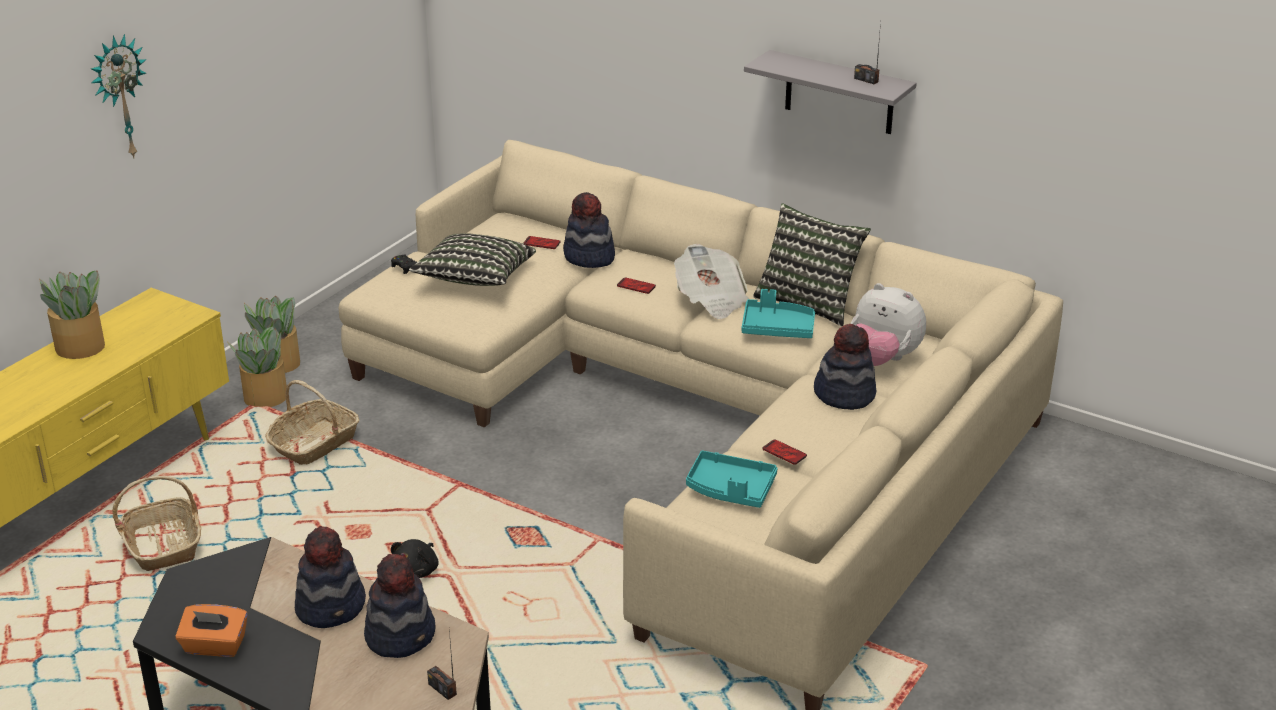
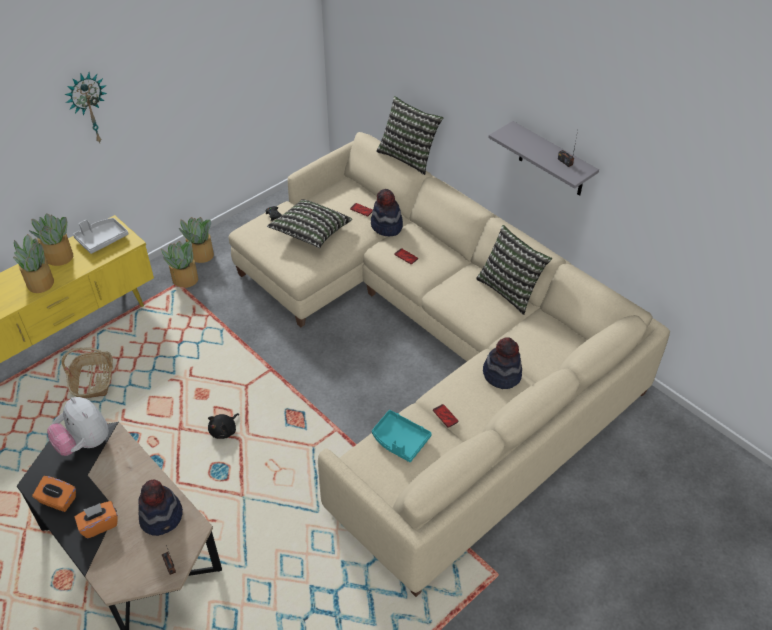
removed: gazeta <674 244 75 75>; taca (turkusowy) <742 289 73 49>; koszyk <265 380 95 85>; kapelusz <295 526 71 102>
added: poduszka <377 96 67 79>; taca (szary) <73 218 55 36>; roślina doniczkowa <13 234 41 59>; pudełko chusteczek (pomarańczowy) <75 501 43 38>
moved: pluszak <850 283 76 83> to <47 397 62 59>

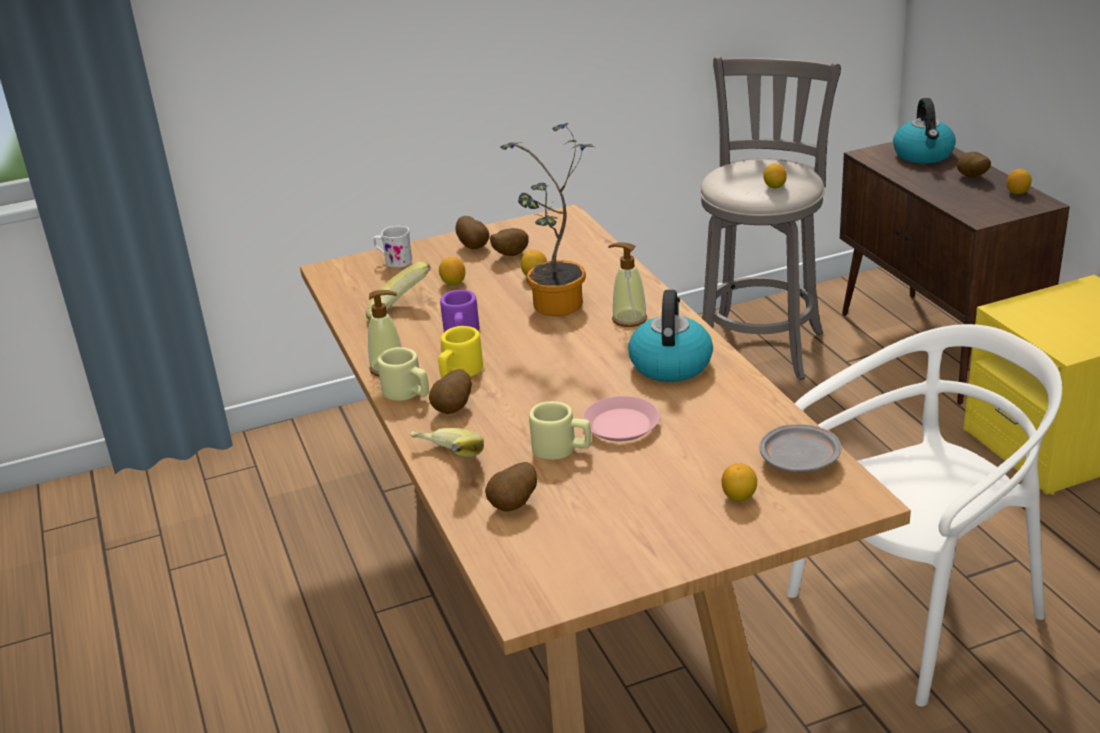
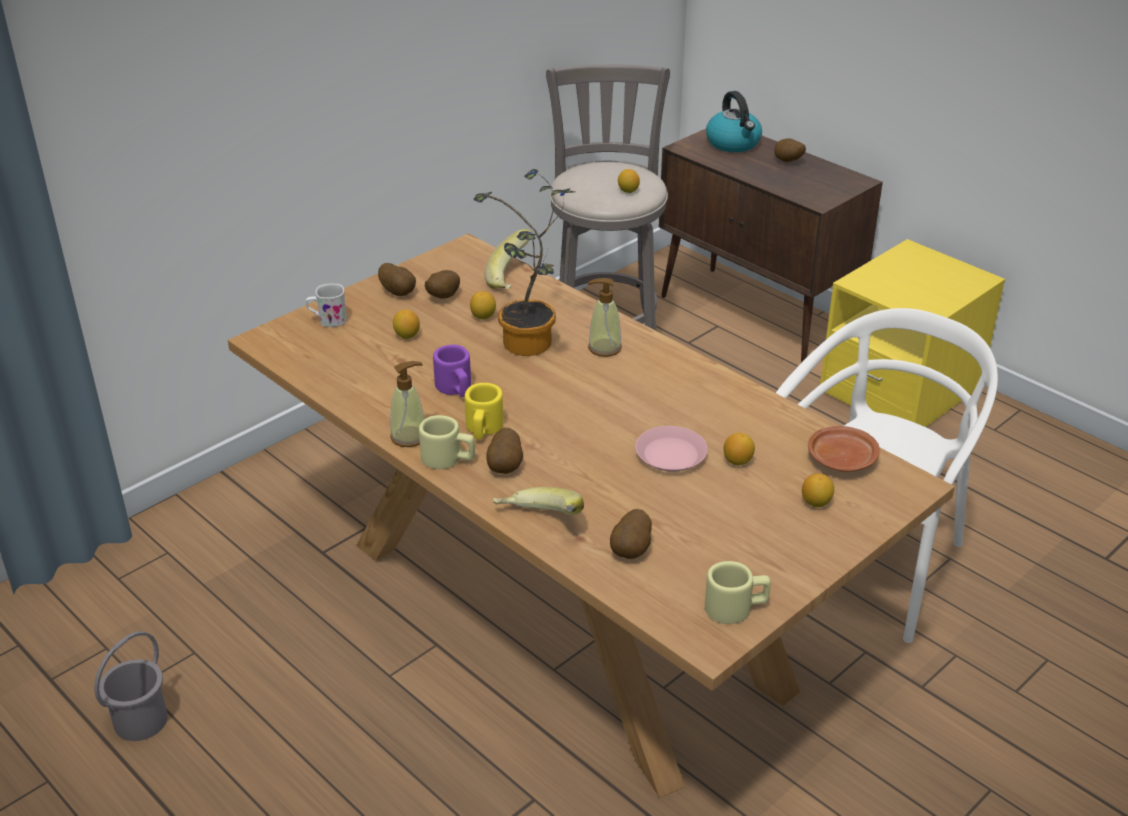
removed: czajnik <628 290 85 92>
added: wiadro (szary) <94 631 74 110>
moved: cytryna <1007 169 25 25> to <724 433 31 32>; banan <366 262 65 58> to <485 229 47 61>; kubek (beżowy) <529 401 62 59> to <705 561 66 63>
recoloured: talerz (szary) <759 424 82 48> to talerz (brązowy) <808 426 72 46>

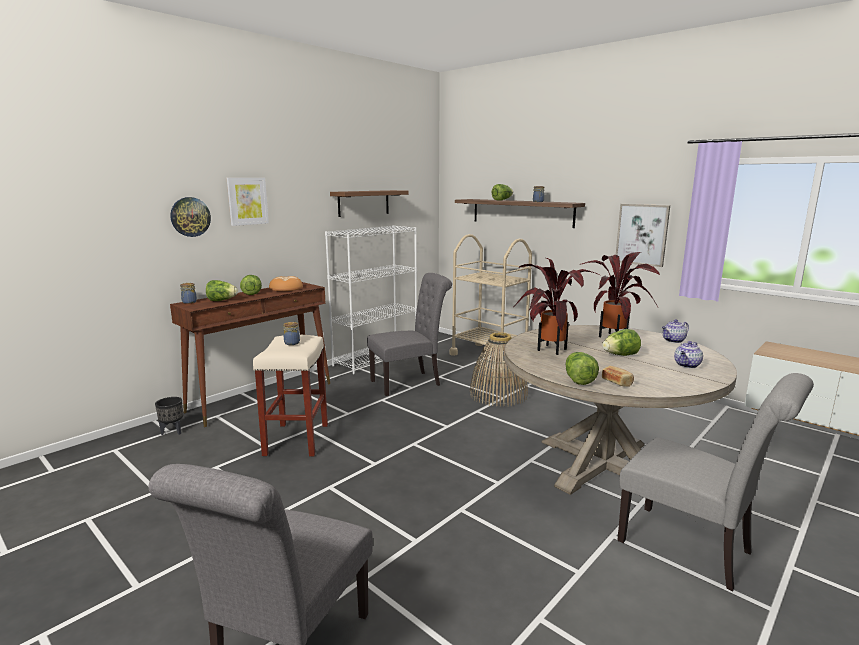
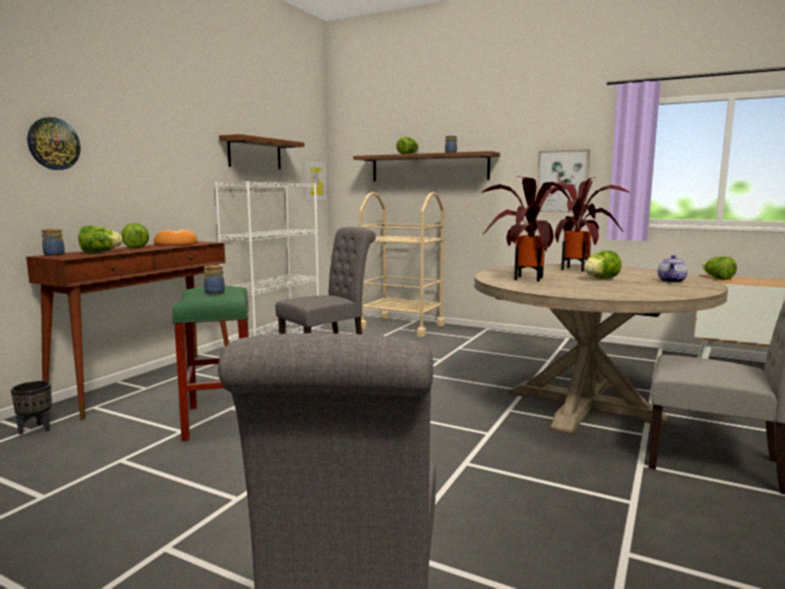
removed: imbryk <662 319 27 24>; koszyk <469 333 59 74>; chleb <602 366 32 21>
moved: obraz <227 178 42 48> to <305 161 22 40>; sałata <565 352 34 33> to <702 257 35 23>
recoloured: stołek (beżowy) <253 335 75 121> to stołek (zielony) <172 286 77 155>

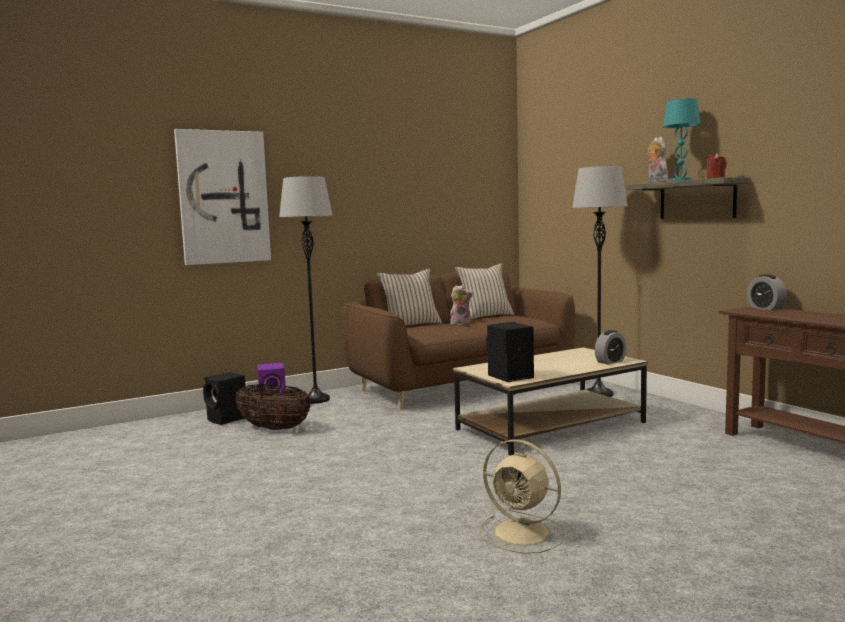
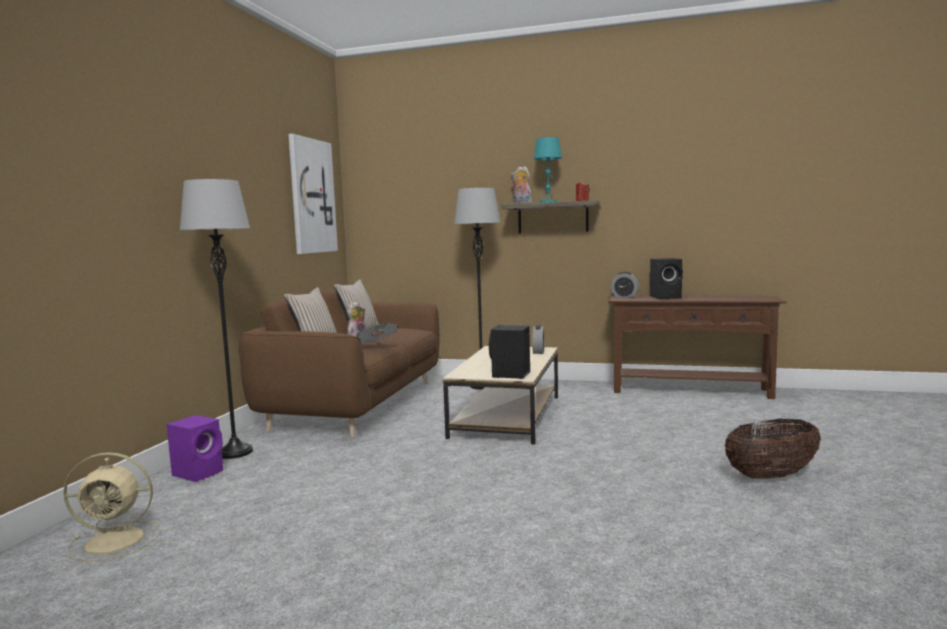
added: gazeta <356 323 41 20>
moved: obraz <174 129 97 136> to <288 134 50 120>; głośnik (czarny) <203 372 43 53> to <650 258 33 41>; koszyk <235 384 76 46> to <725 419 96 60>; wentylator (beżowy) <479 439 88 115> to <63 452 98 109>

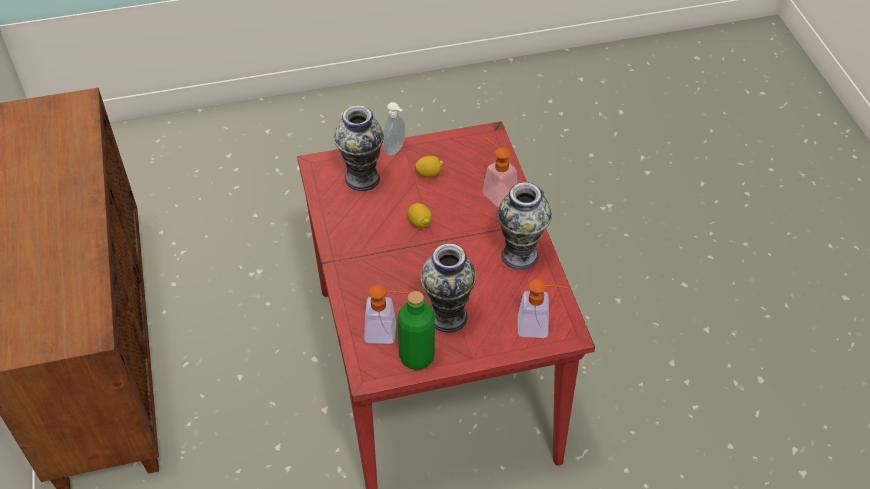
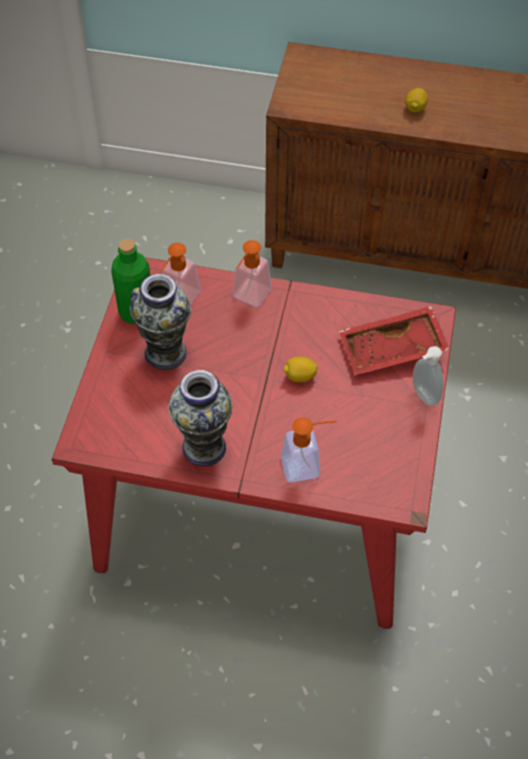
moved: cytryna <415 156 28 22> to <405 88 23 25>; dozownik mydła <518 279 50 59> to <233 240 39 67>
replaced: wazon <334 105 50 86> to taca (czerwony) <339 306 111 69>

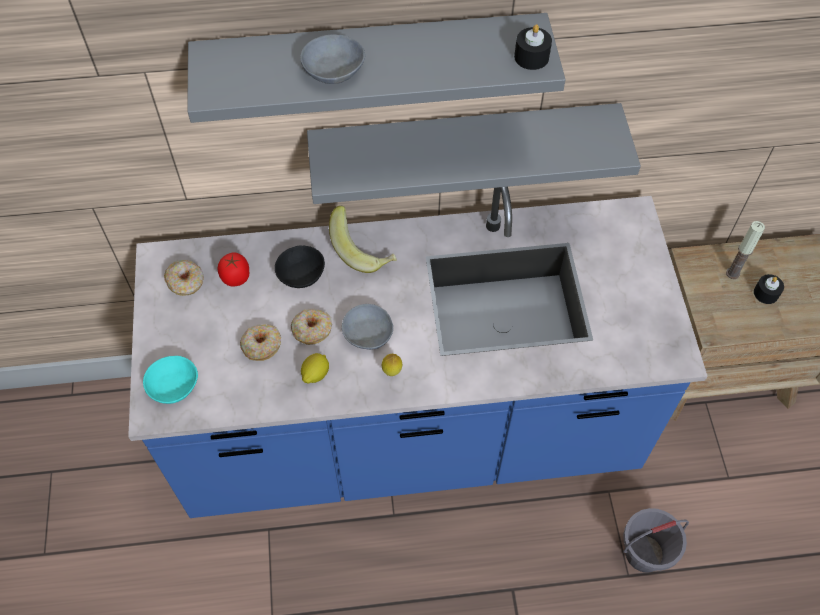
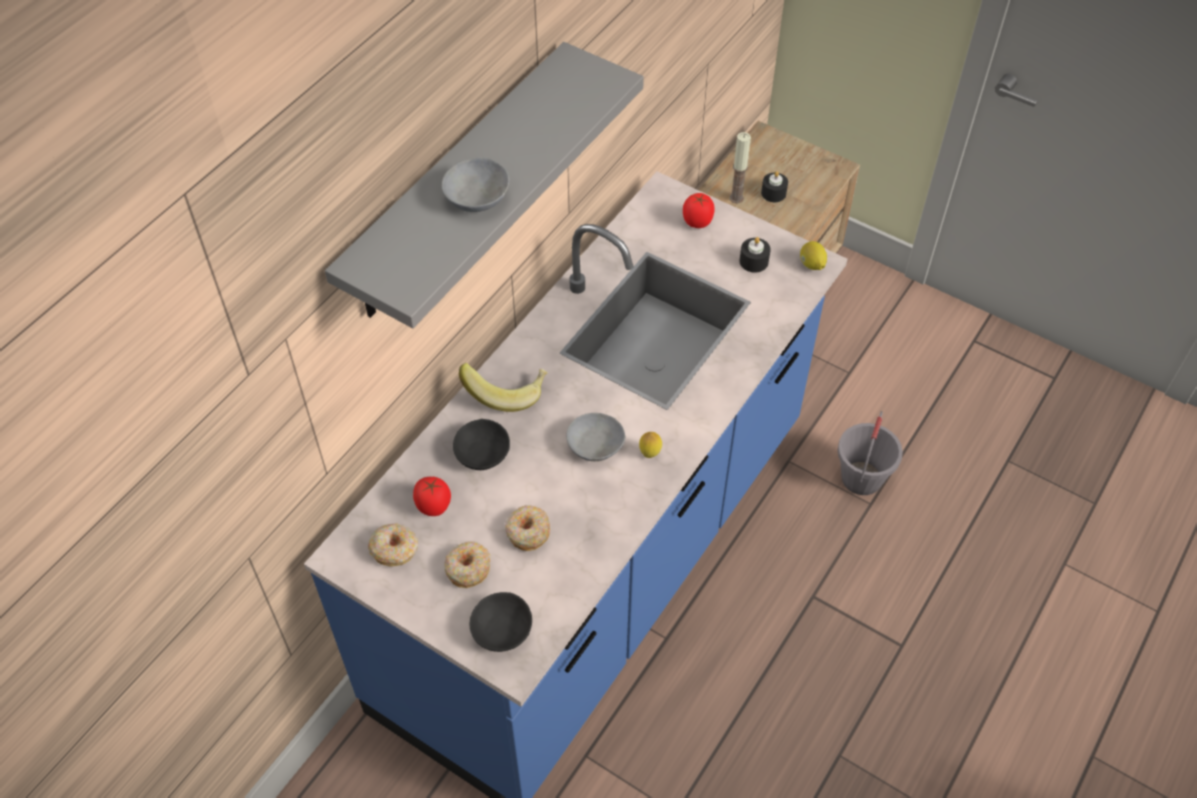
removed: półka (szary) <307 103 334 101>
added: pomidor <683 193 32 35>
moved: świeca (czarny) <514 24 38 46> to <739 237 32 36>; donut <291 308 41 37> to <444 542 47 46>; cytryna <301 353 28 31> to <800 241 27 29>
recoloured: miska (turkusowy) <143 356 55 48> to miska (czarny) <470 592 62 60>

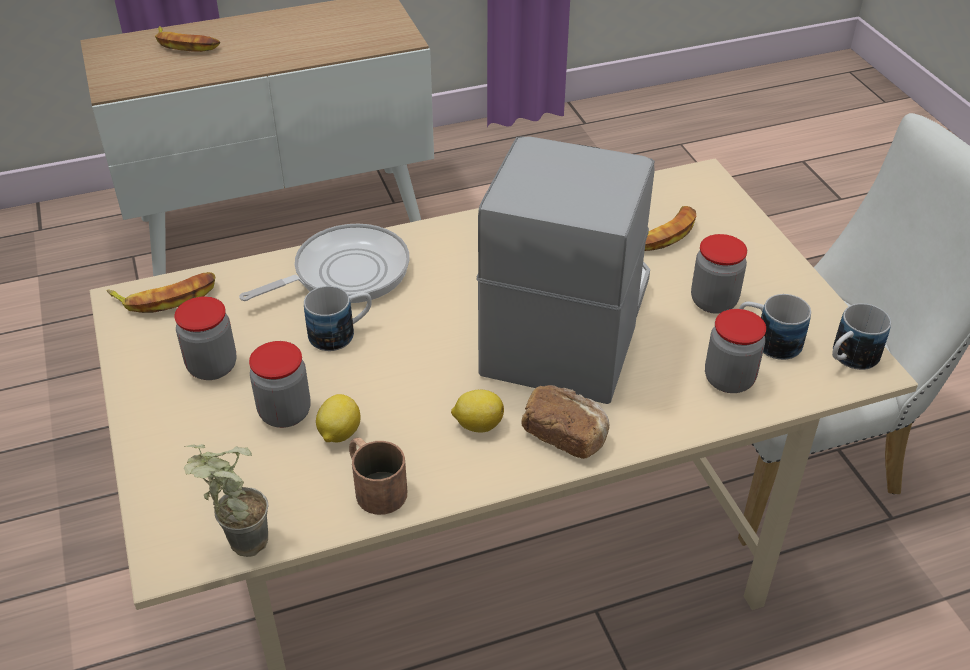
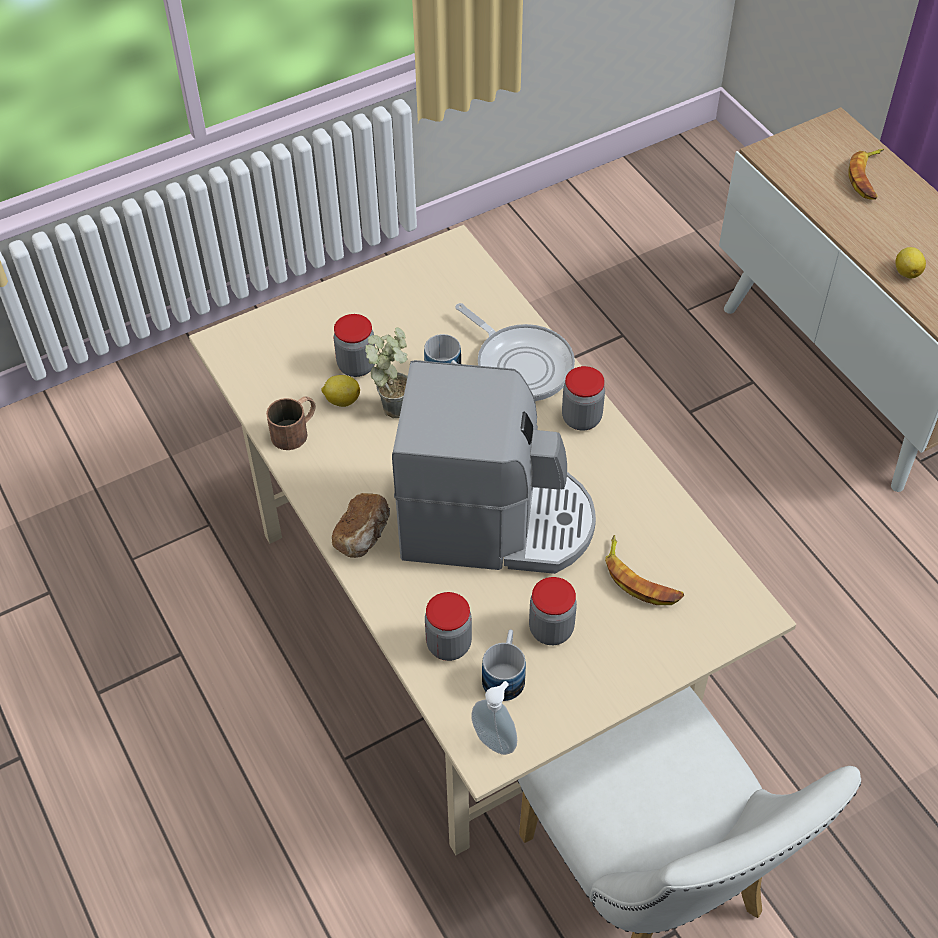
removed: banan <107 272 108 41>
moved: słoik <175 296 62 84> to <562 366 43 65>; cytryna <451 390 53 43> to <896 247 30 31>; roślina doniczkowa <184 444 84 113> to <365 327 43 91>
replaced: kubek <832 303 59 67> to dozownik mydła <471 681 46 74>

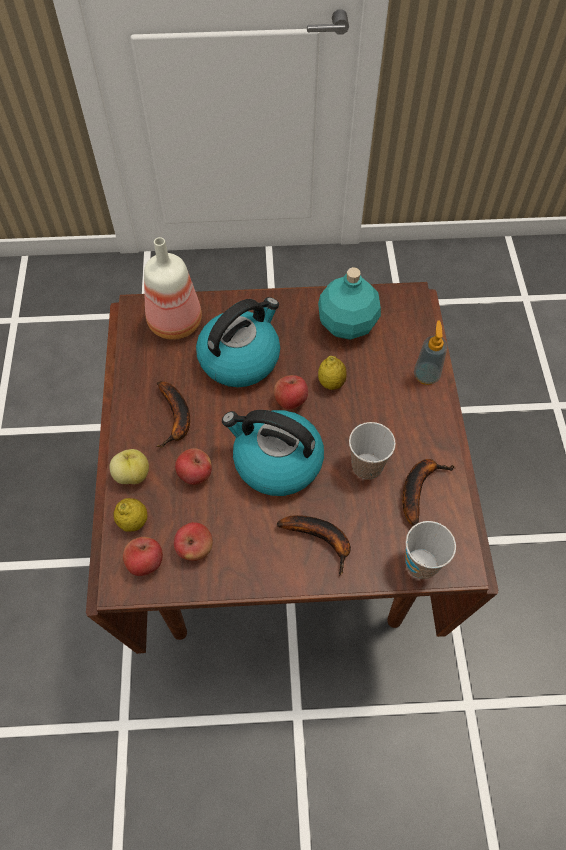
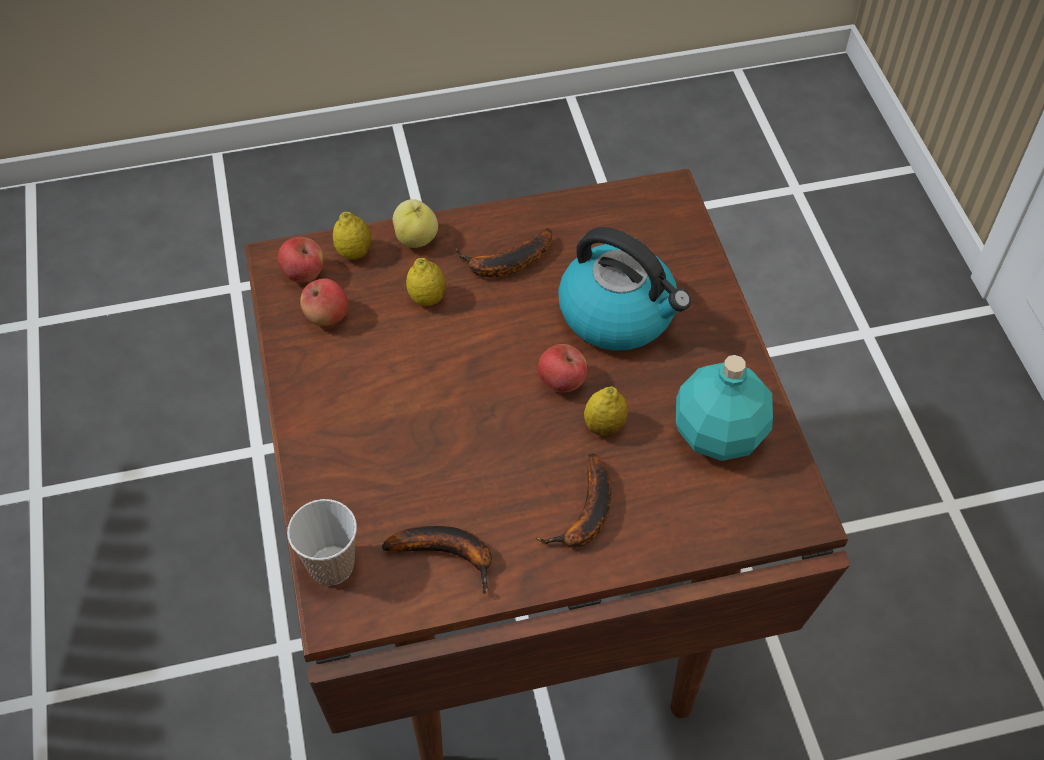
removed: butelka <144 237 58 103>; dozownik mydła <414 320 34 65>; czajnik <222 410 102 86>; filiżanka <349 422 47 58>
moved: banan <277 515 74 60> to <536 453 75 95>
replaced: jabłko <175 448 37 37> to cytryna <406 258 40 48>

